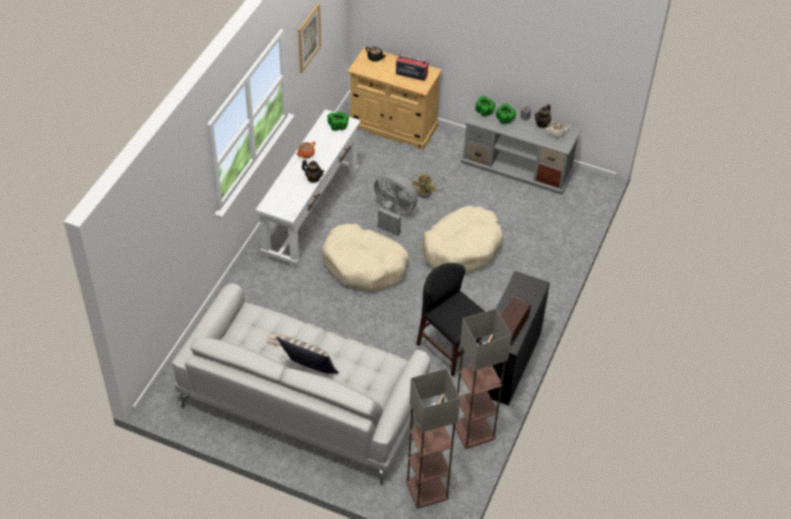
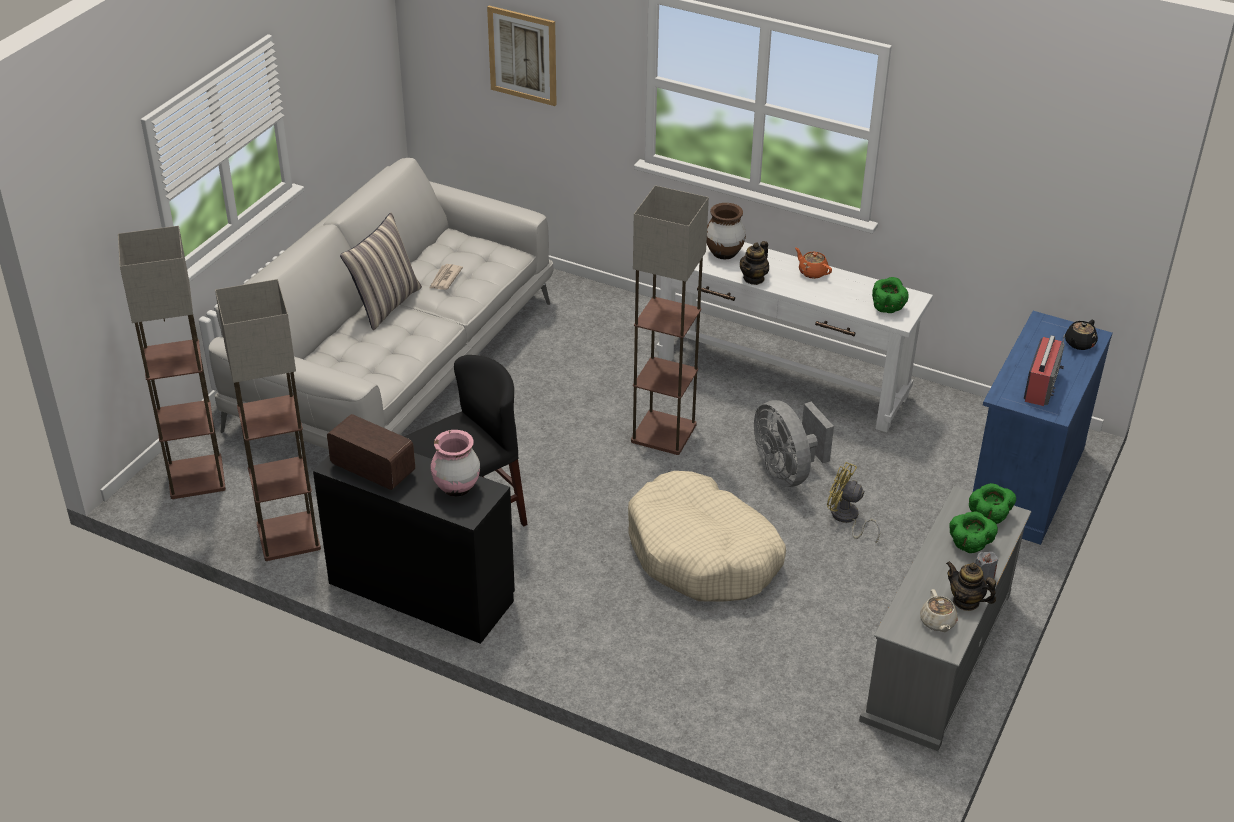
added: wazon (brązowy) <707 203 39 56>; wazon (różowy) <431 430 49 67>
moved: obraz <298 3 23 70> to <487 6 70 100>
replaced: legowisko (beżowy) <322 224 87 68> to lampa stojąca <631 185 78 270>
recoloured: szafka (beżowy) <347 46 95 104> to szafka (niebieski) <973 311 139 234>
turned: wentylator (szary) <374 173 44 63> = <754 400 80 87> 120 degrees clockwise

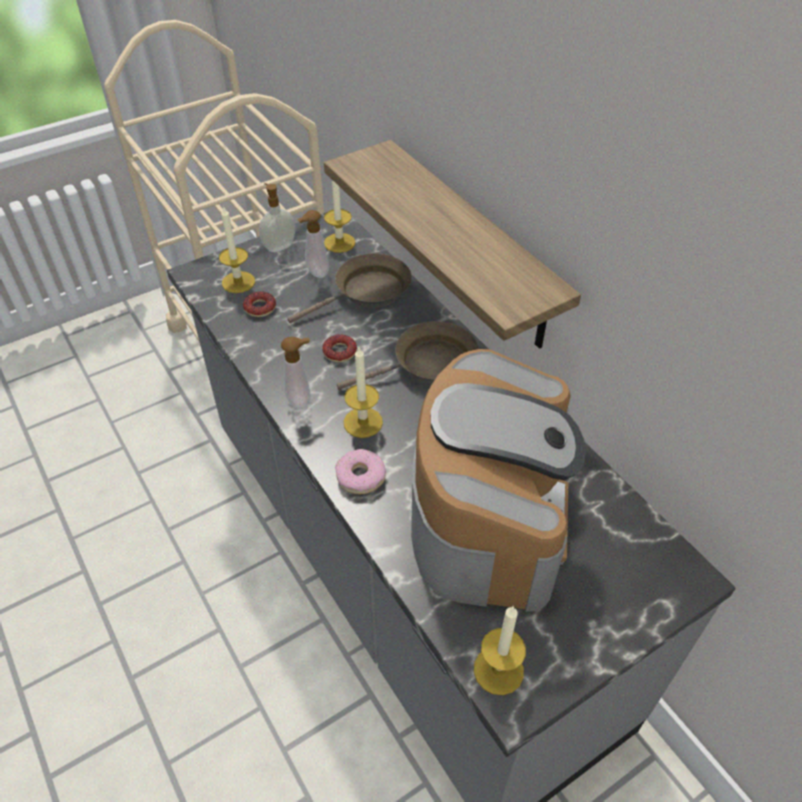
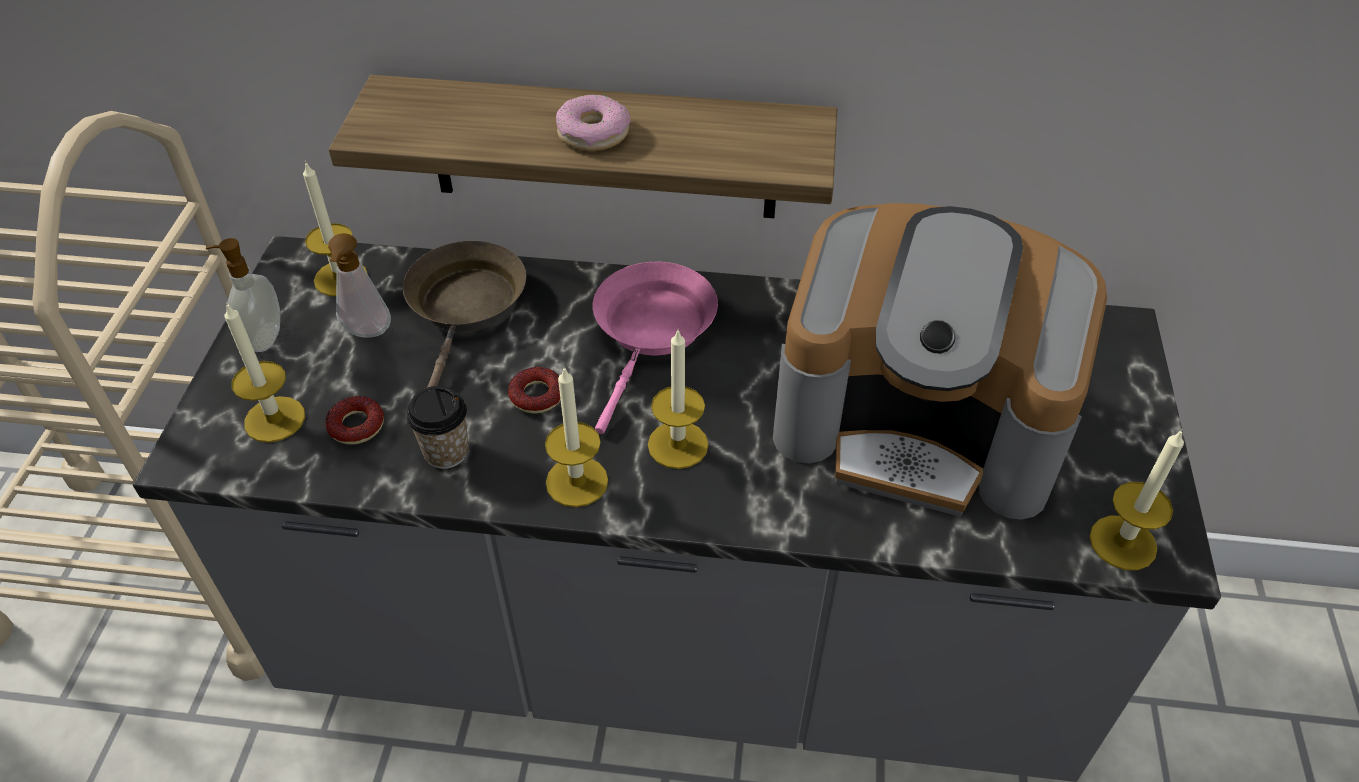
added: filiżanka <406 386 63 83>
moved: donut <335 449 51 45> to <556 94 75 57>
replaced: dozownik mydła <281 337 29 72> to świeca <545 366 63 141>
recoloured: patelnia (brązowy) <337 321 142 69> to patelnia (różowy) <593 262 125 172>
turned: ekspres do kawy <411 349 175 263> = <773 203 334 317> 150 degrees clockwise

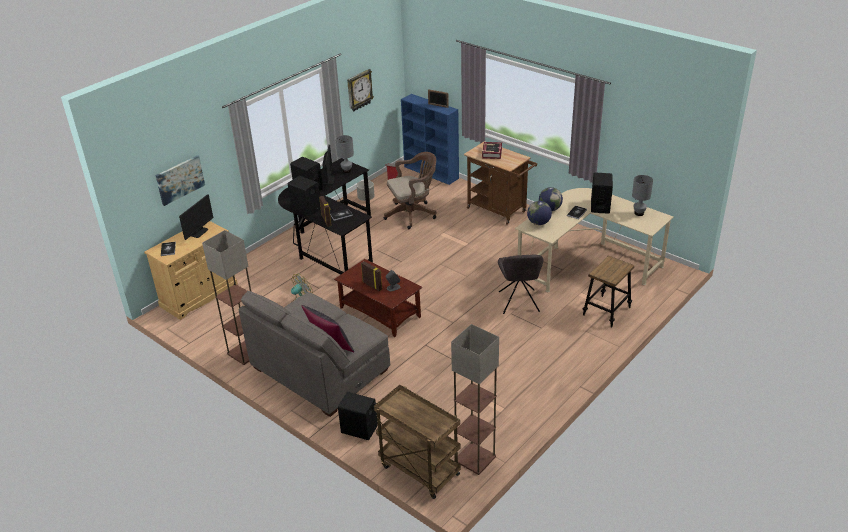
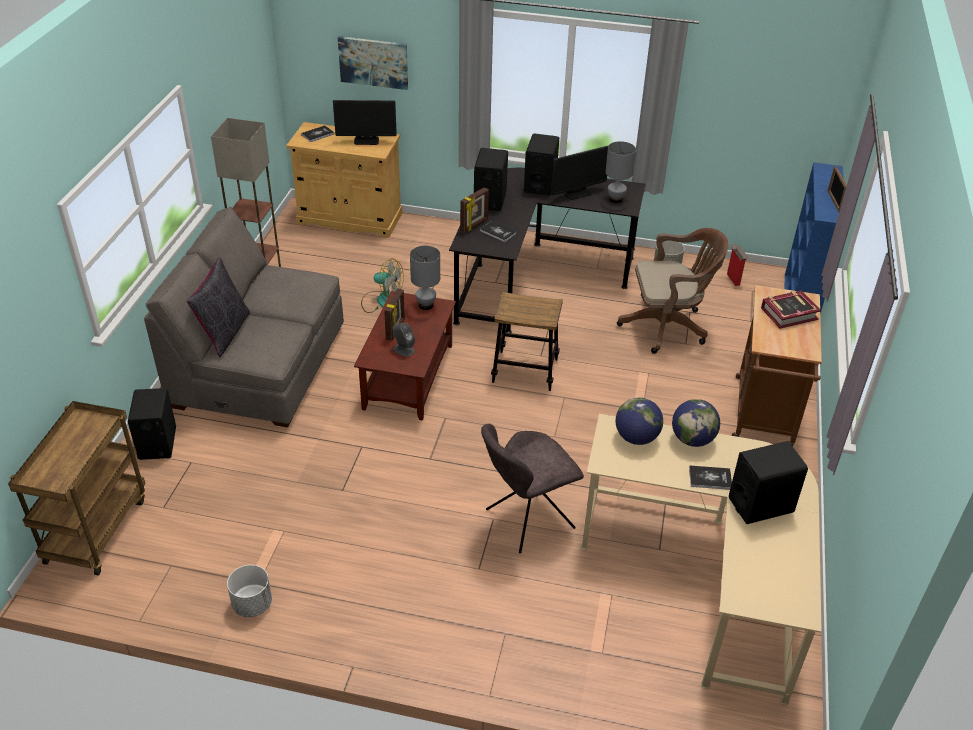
removed: zegar ścienny <347 69 27 42>; lampa stojąca <451 324 48 151>
added: donica (biały) <227 565 45 52>
moved: lampa stołowa (szary) <632 175 21 41> to <410 246 30 64>; stołek <583 256 51 71> to <491 292 72 99>
turned: krzesło biurowe (brązowy) <384 152 53 77> = <617 228 111 126> 45 degrees counterclockwise

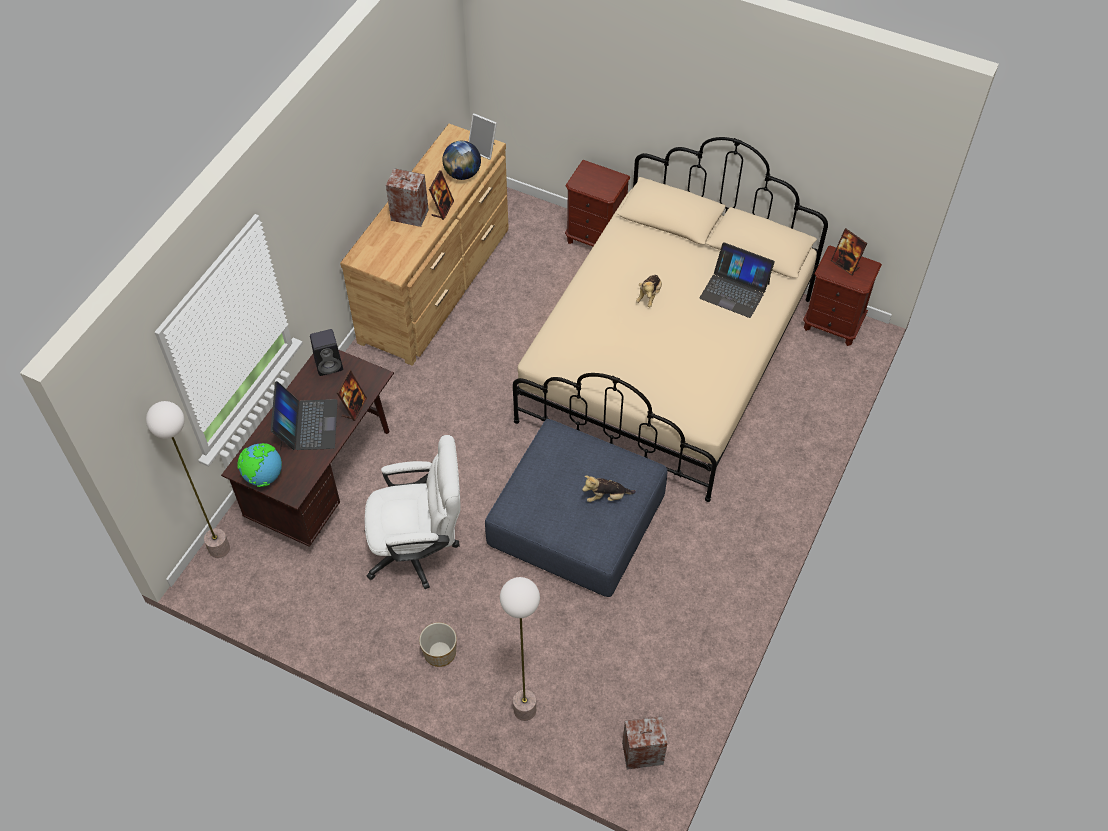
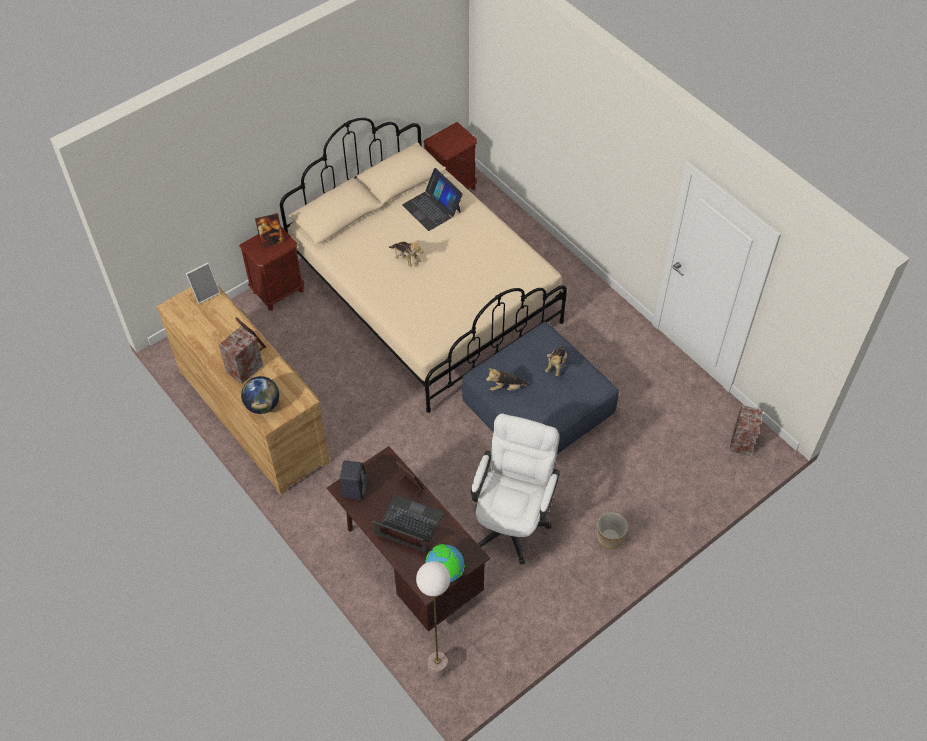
removed: lampa stojąca <500 577 40 144>
added: pluszak <486 368 45 23>
moved: globus <442 141 39 39> to <241 376 38 38>; ramka na zdjęcie <831 228 36 48> to <255 213 29 35>
turned: laptop <699 242 76 76> = <402 168 61 63> 90 degrees clockwise

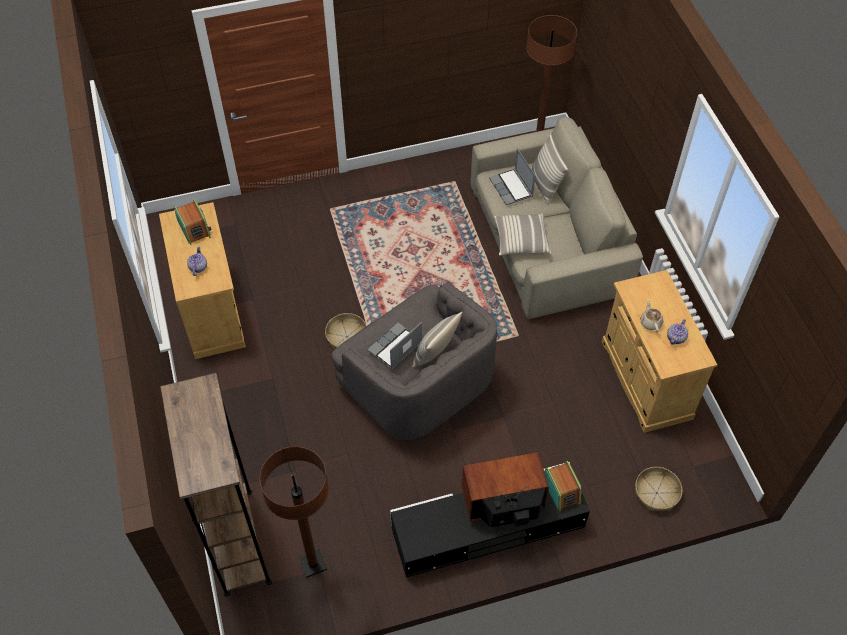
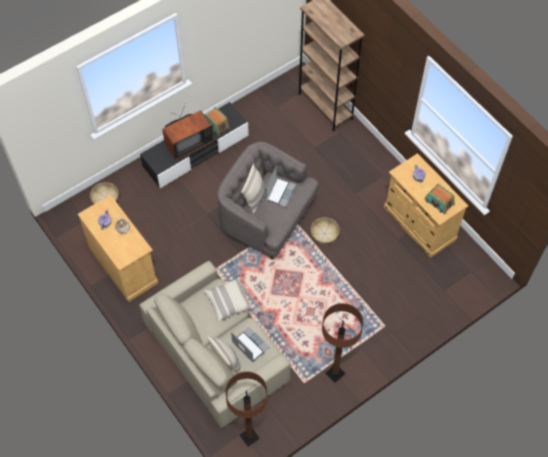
moved: lampa stojąca (brązowy) <259 446 70 132> to <322 303 41 80>; radio <544 461 39 51> to <205 107 24 28>

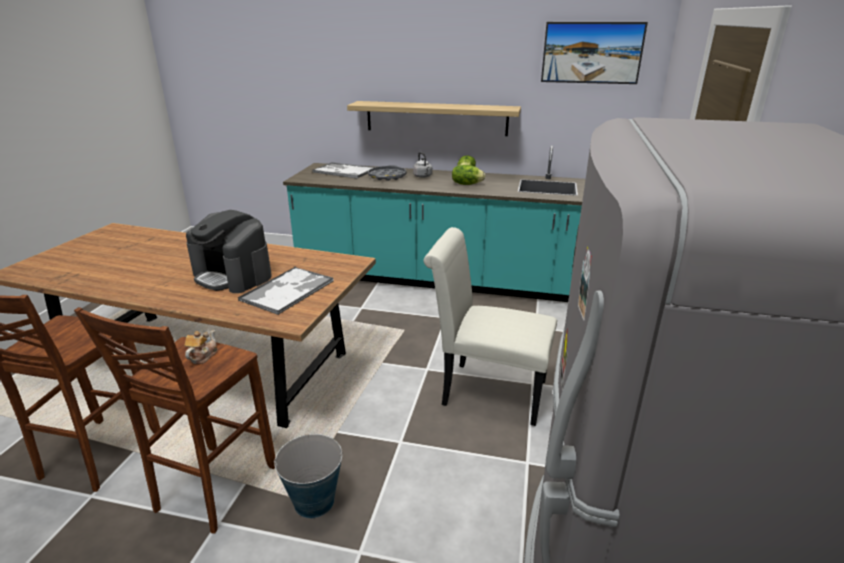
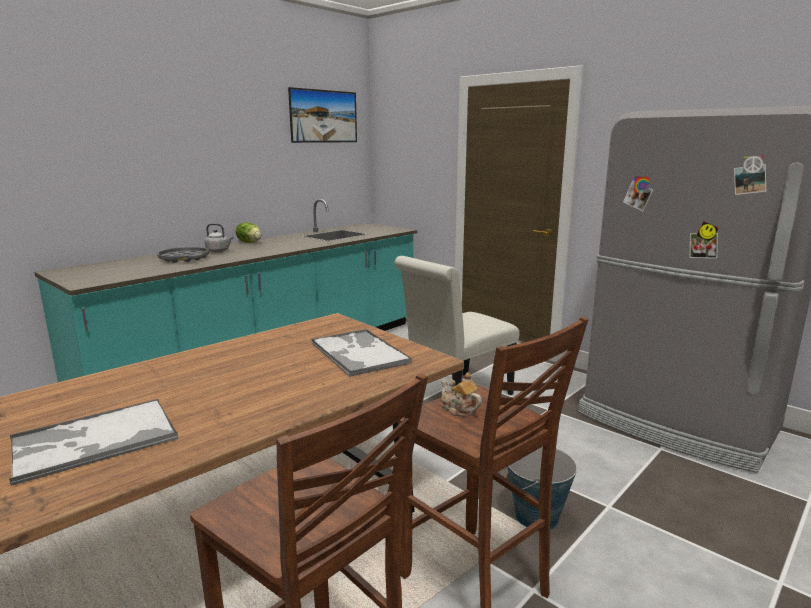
removed: półka <347 101 174 35>; sałata <452 165 33 20>; ekspres do kawy <186 210 86 83>
moved: taca <312 162 63 17> to <9 399 170 87>

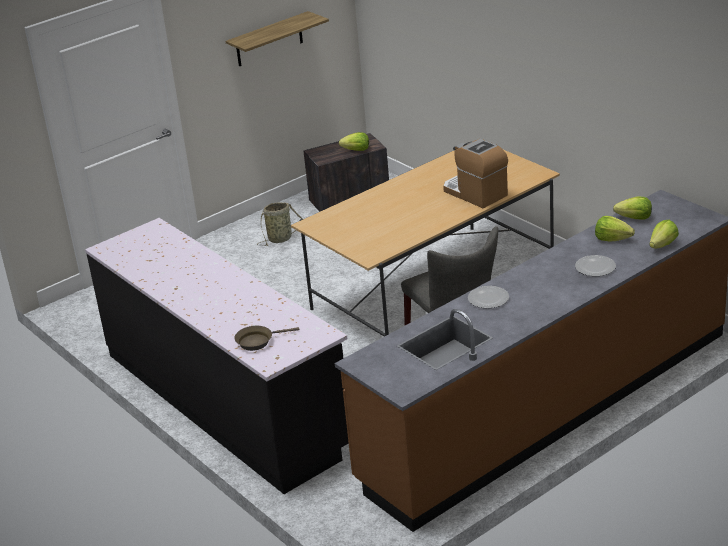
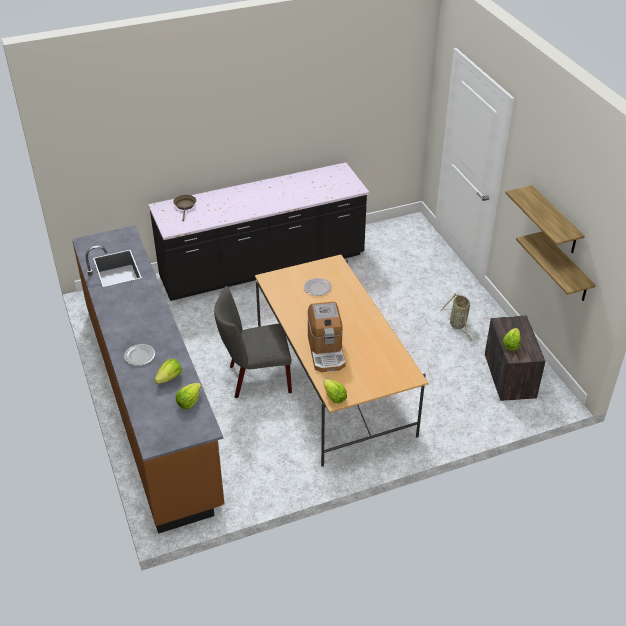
added: półka <516 231 80 70>
moved: sałata <650 220 29 28> to <323 379 24 25>; talerz <468 286 41 22> to <304 278 28 18>
turned: ekspres do kawy <443 139 65 70> = <307 302 39 70> 105 degrees clockwise

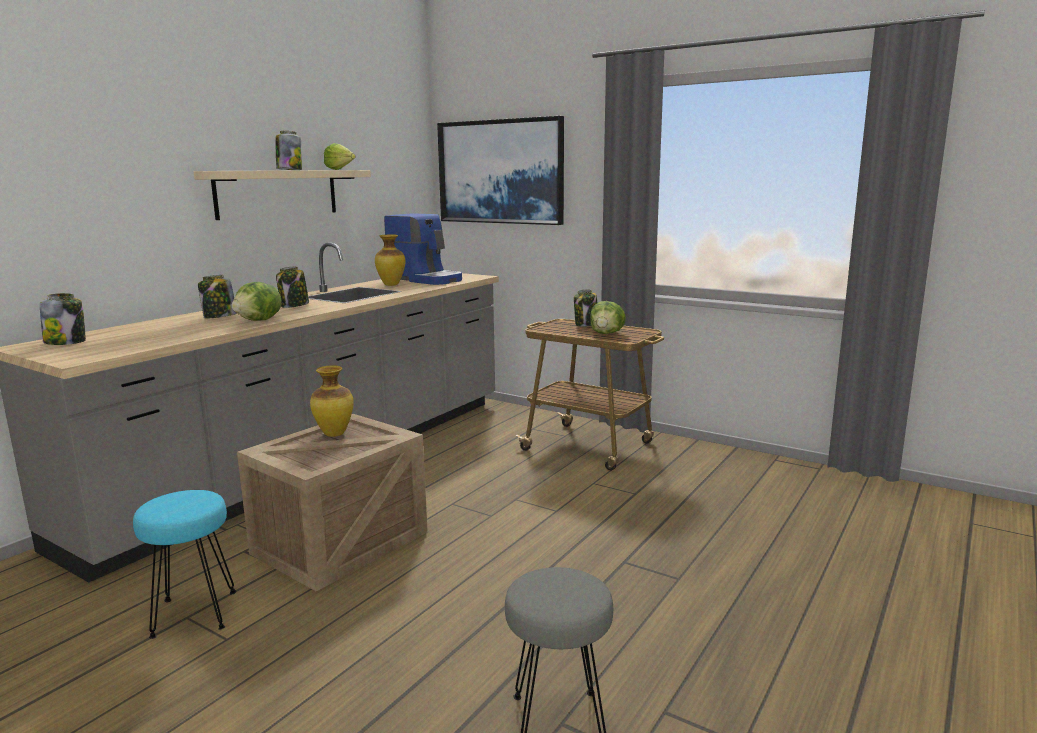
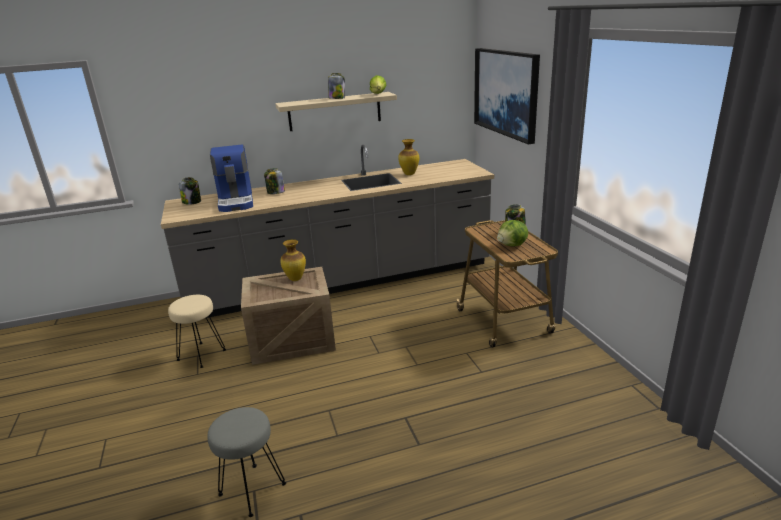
removed: słoik <276 266 33 42>; sałata <231 282 51 39>
moved: ekspres do kawy <384 213 78 72> to <210 145 43 67>
recoloured: stołek (turkusowy) <133 490 103 149> to stołek (beżowy) <168 295 58 73>

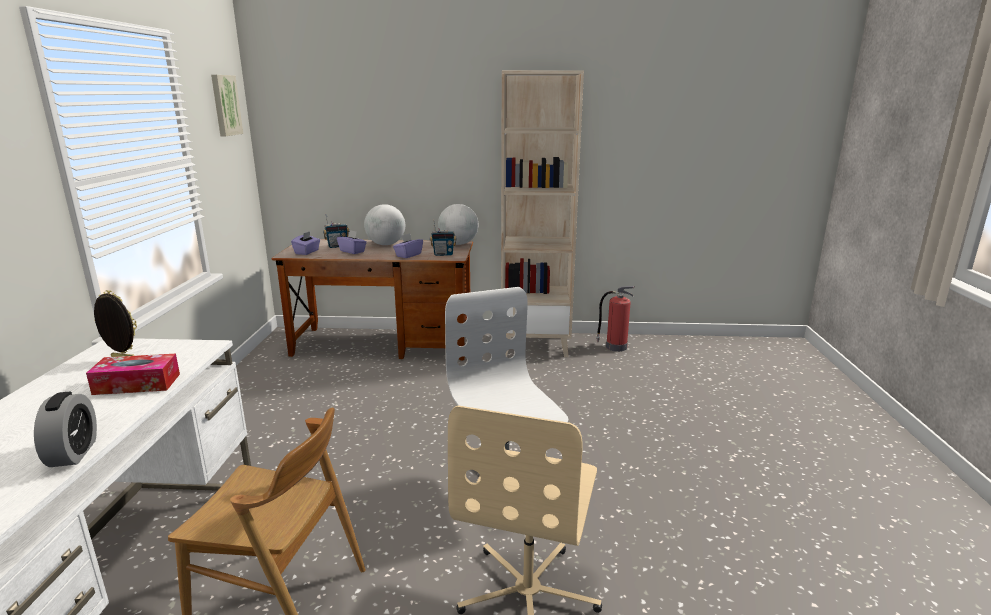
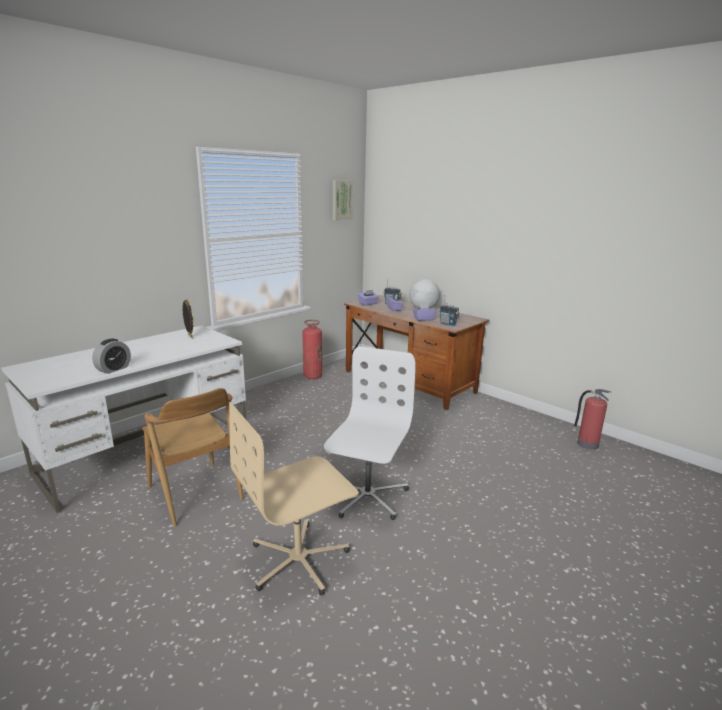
removed: regał (beżowy) <501 70 83 287>; globus <438 204 40 41>; pudełko chusteczek <86 354 94 41>
added: gaśnica <302 320 20 59>

